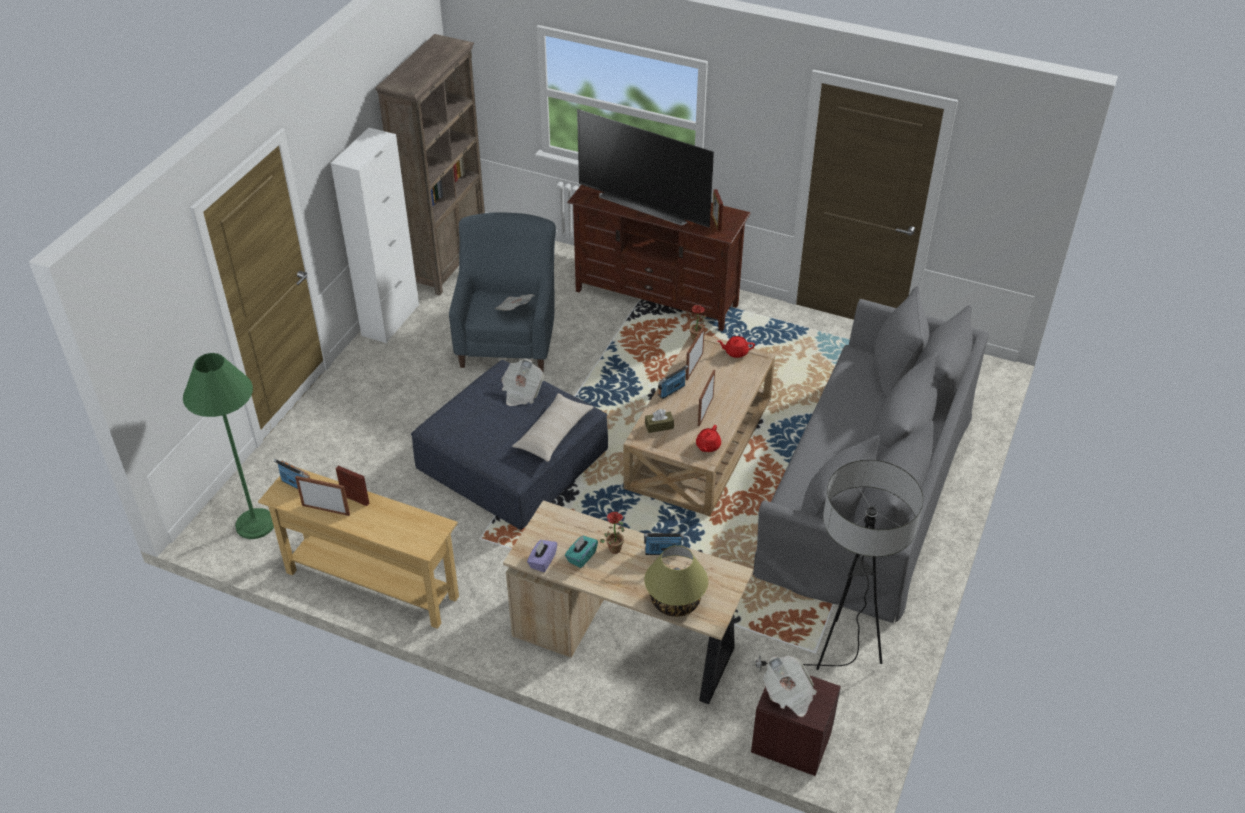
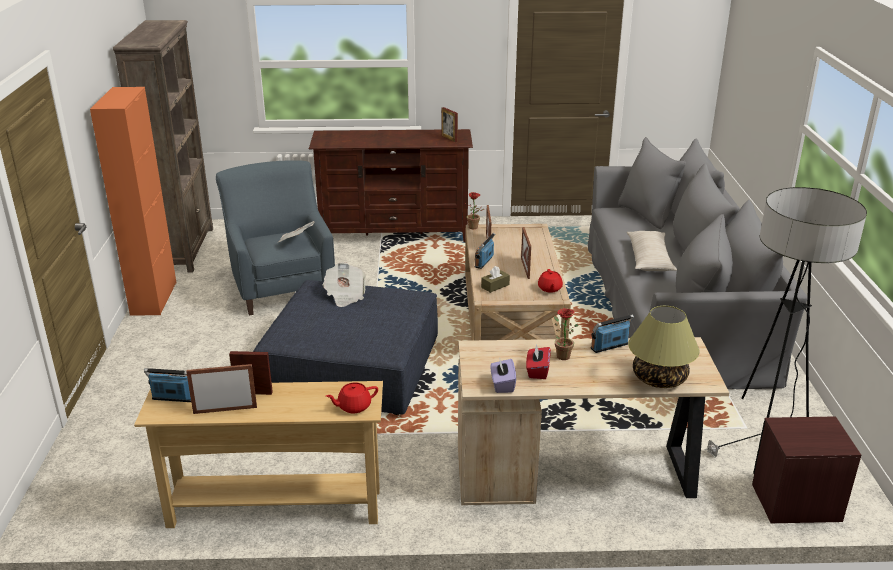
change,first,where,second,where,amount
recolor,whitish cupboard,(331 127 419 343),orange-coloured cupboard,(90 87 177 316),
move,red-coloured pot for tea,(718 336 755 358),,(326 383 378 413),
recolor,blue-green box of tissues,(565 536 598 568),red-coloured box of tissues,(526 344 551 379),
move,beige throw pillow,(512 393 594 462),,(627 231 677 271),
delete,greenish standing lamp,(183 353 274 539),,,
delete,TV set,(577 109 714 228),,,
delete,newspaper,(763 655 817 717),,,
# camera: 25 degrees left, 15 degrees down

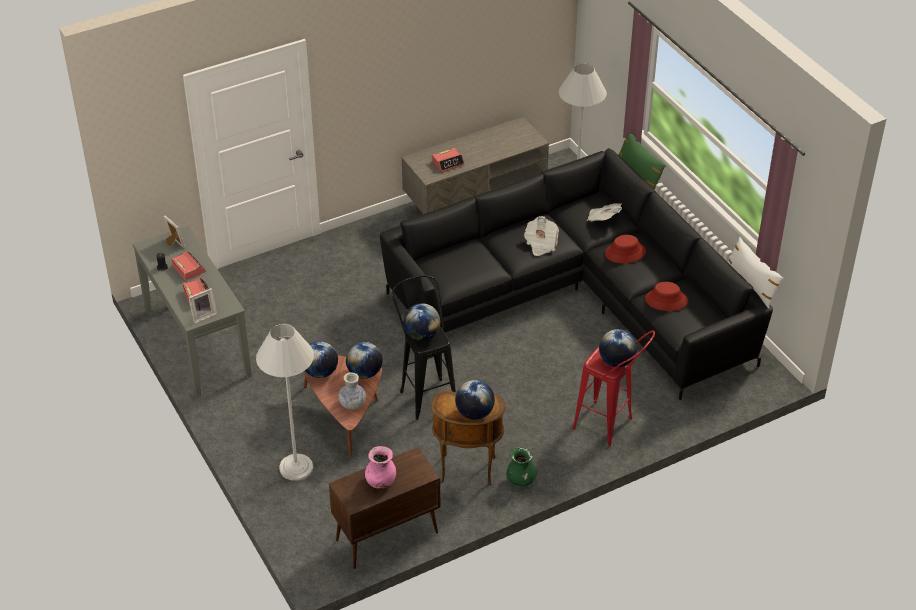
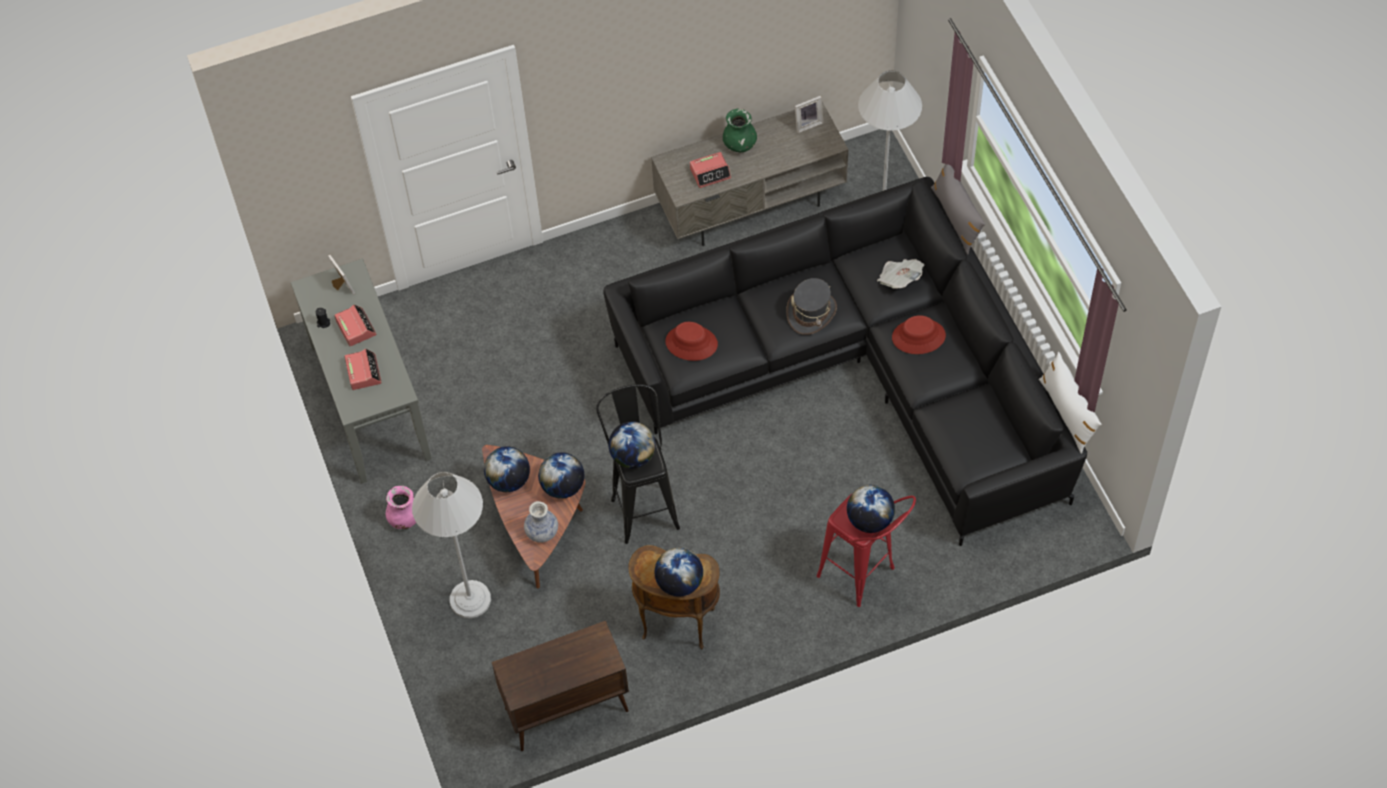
change,first,where,second,where,amount
move,pink-coloured vase,(365 446 396 488),,(386 486 416 529),
move,red-coloured clothing hat,(645 282 688 311),,(665 322 718 361),
move,greenish vase,(507 447 537 486),,(723 109 757 152),
replace,newspaper,(524 216 559 256),greyish clothing hat,(786 278 837 335),
move,picture frame,(188 288 217 323),,(795 96 823 133),
recolor,greenish throw pillow,(618 134 666 190),greyish throw pillow,(931 164 985 255),
# camera: 10 degrees right, 15 degrees up

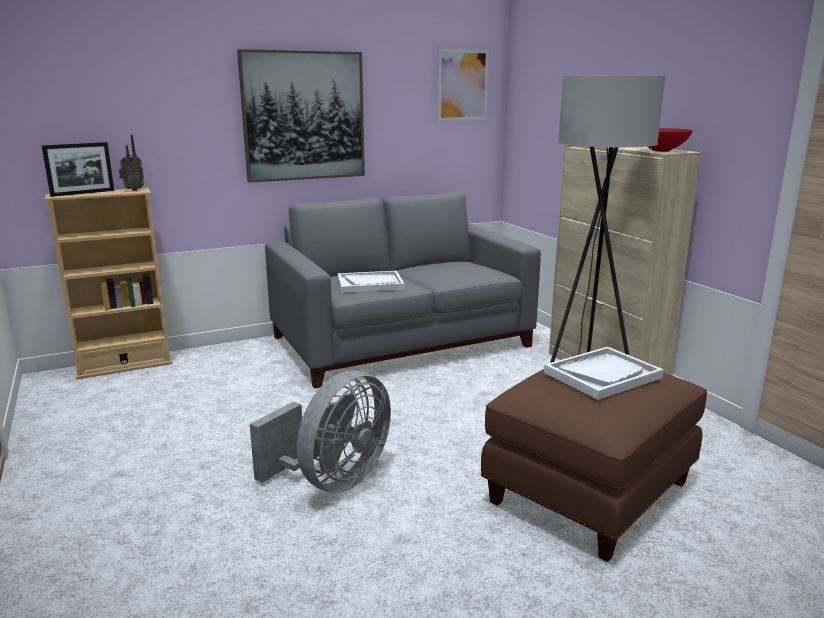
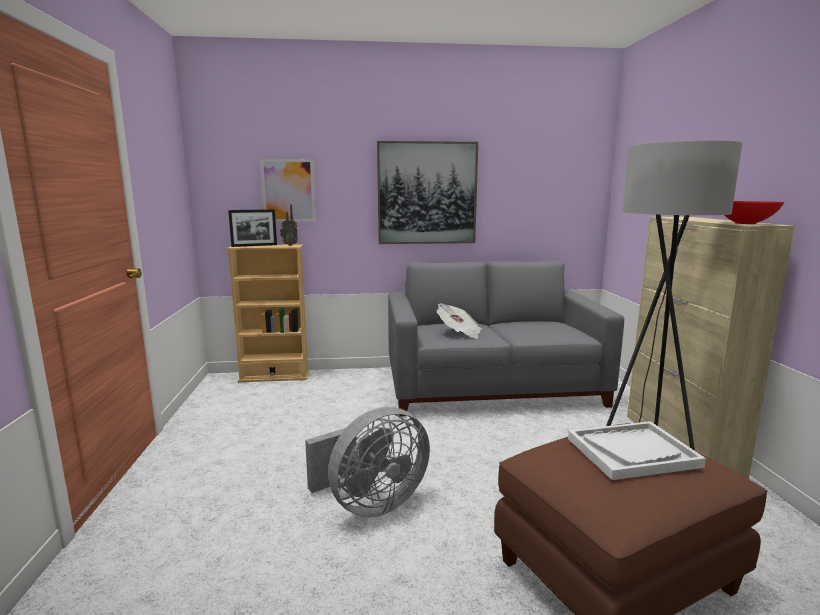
change,first,where,second,where,amount
move,wall picture,(437 49 489 121),,(260 159 316 222),
replace,whitish carrying tray,(338 271 405 293),newspaper,(437 304 482 339),
# camera: 20 degrees right, 5 degrees down

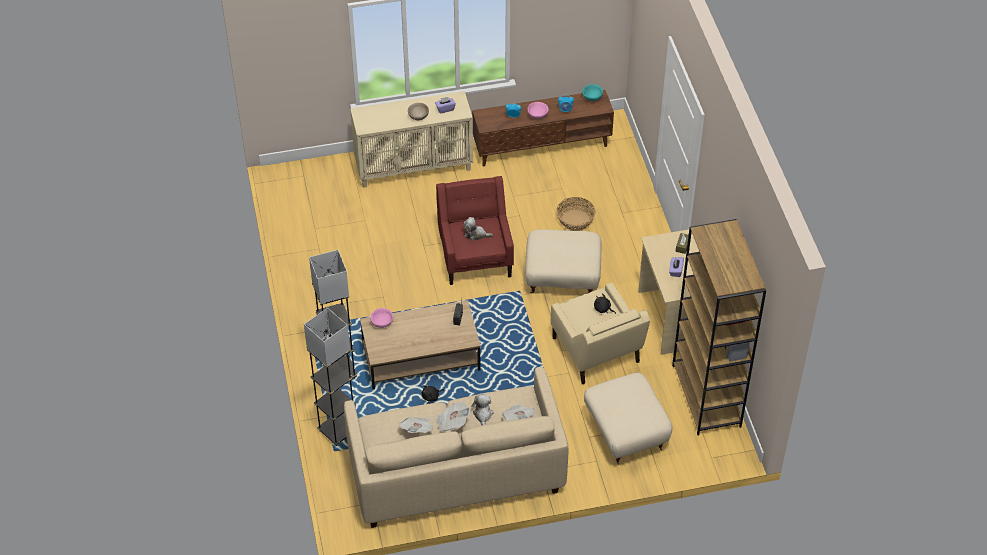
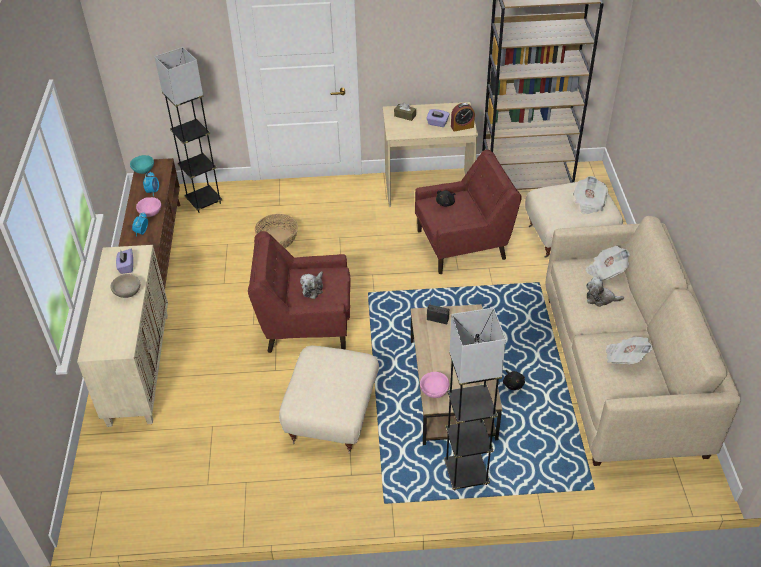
change,first,where,second,where,amount
move,greyish standing lamp,(304 308 356 446),,(154 47 222 213),
move,beige pouffe,(525 230 601 293),,(279 346 379 454),
recolor,beige easy chair,(550 283 650 384),red-coloured easy chair,(415 150 522 274),
insert,,,table clock,(451 103 475 132),
move,newspaper,(435 402 470 432),,(573 176 608 214),
# camera: 80 degrees left, 5 degrees down

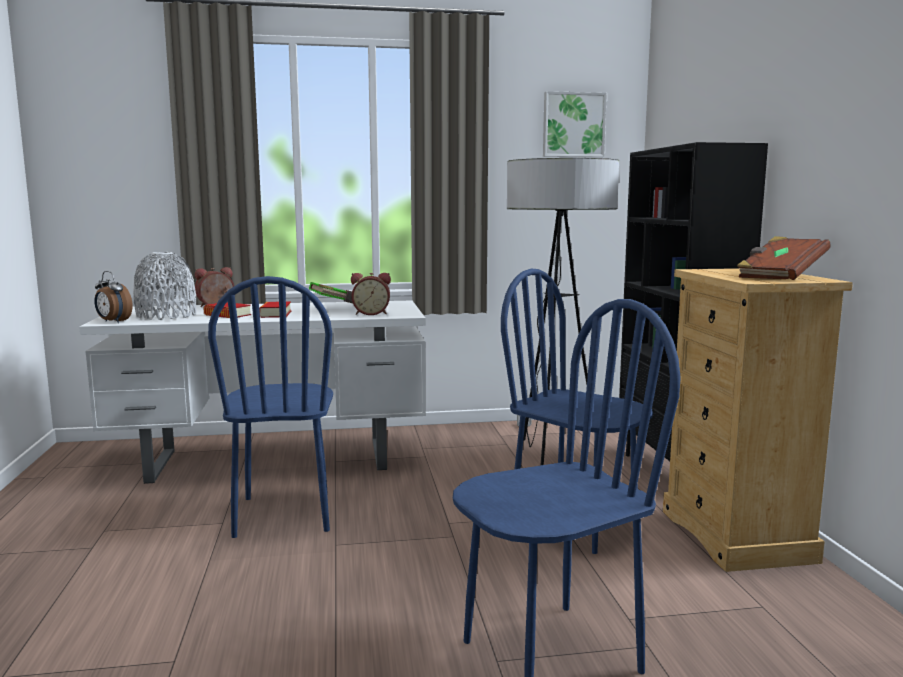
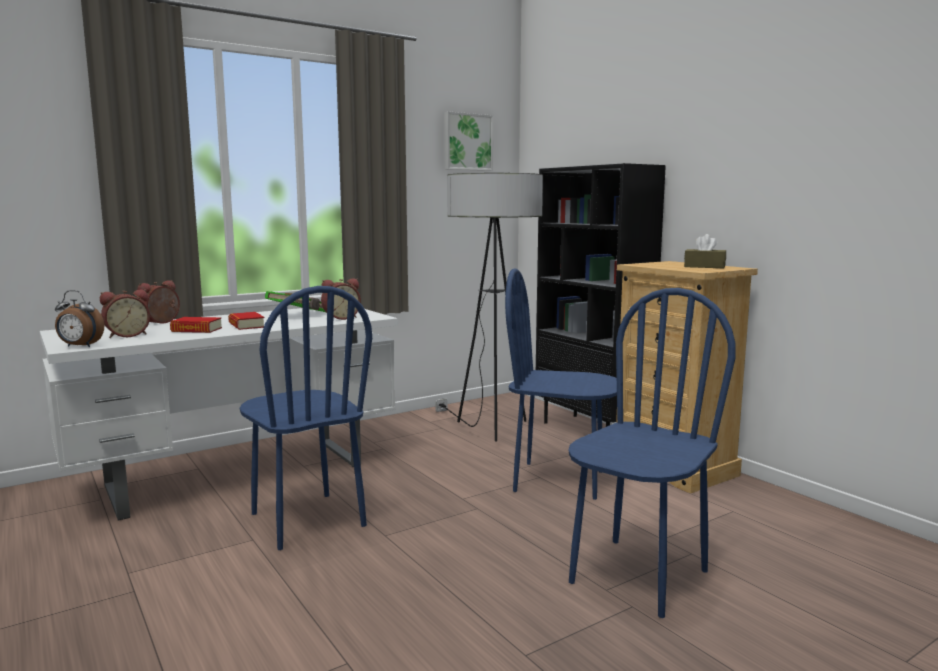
change,first,where,second,where,amount
replace,greyish vase,(133 252 196 320),table clock,(100 289 150 338),
replace,brownish book,(737 236 831 280),brownish box of tissues,(684 234 726 268),
# camera: 25 degrees left, 0 degrees up

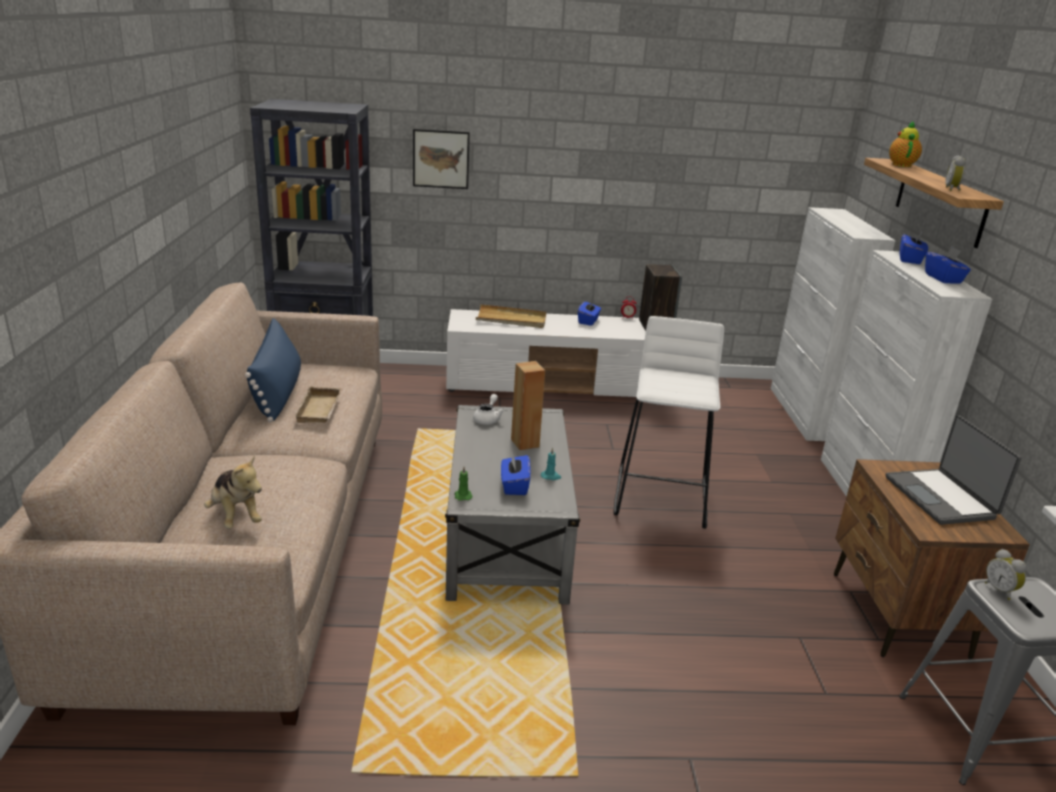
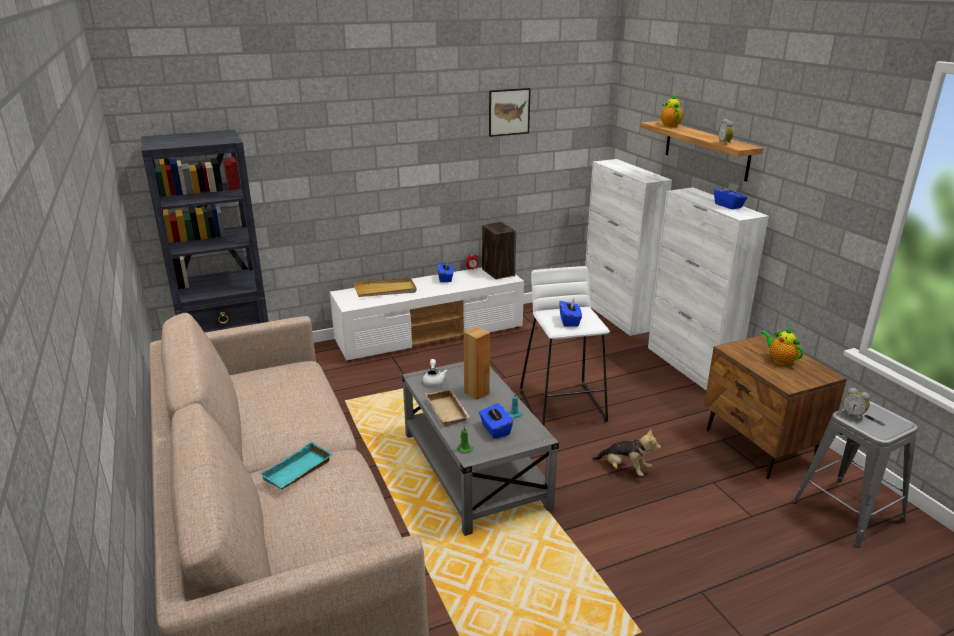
change,first,where,second,where,amount
insert,,,blue-green carrying tray,(259 441 333 490),
move,beige carrying tray,(294 386 342 423),,(425 389 470 427),
move,wall picture,(413 129 470 189),,(489 88 531 137),
move,bluish box of tissues,(900 231 928 264),,(559 299 582 327),
move,plush toy,(204 455 262 529),,(592 428 661 476),
replace,laptop,(886 415 1021 525),pot for tea,(761 327 803 366),
delete,bluish throw pillow,(245 318 301 422),,,
# camera: 20 degrees left, 0 degrees up

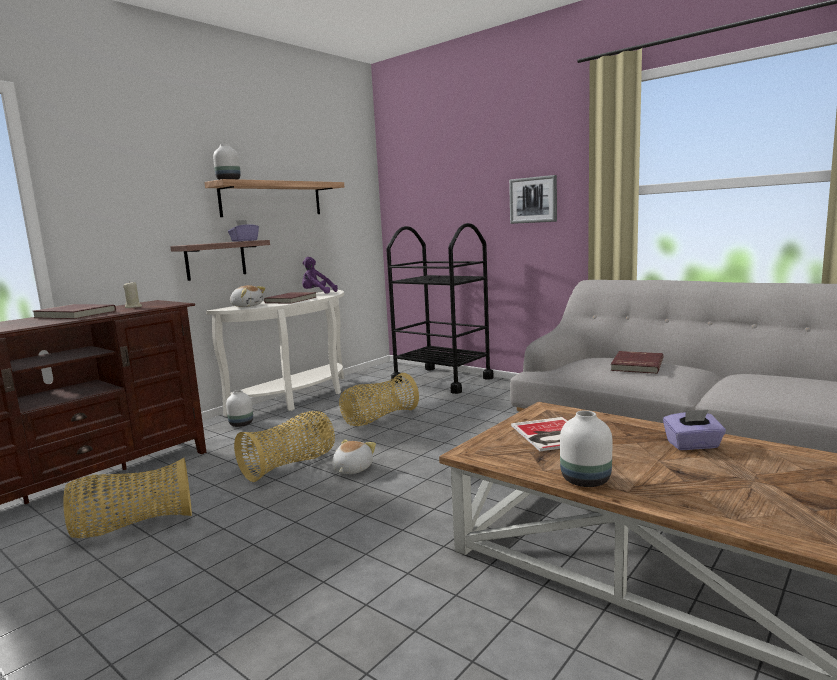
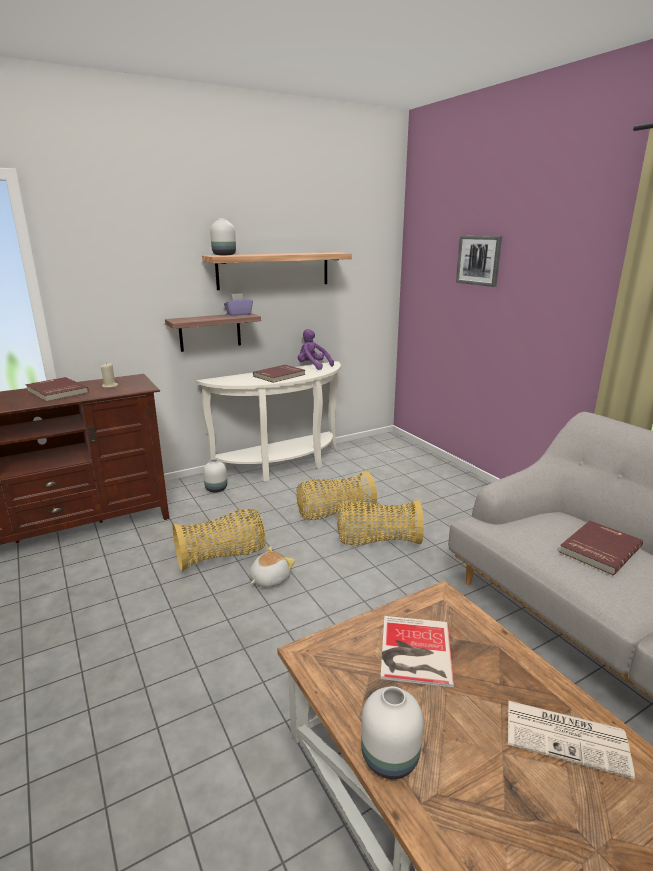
change,first,where,second,where,amount
move,basket,(63 458 192 538),,(337 500 424 545),
move,wall picture,(509 175 557 224),,(456 236 502 287),
replace,purple-coloured box of tissues,(663 410 726 450),newspaper,(508 700 635 779),
delete,plush toy,(230 285 266 307),,,
delete,blackish cart,(386 223 494 394),,,
# camera: 20 degrees right, 10 degrees up

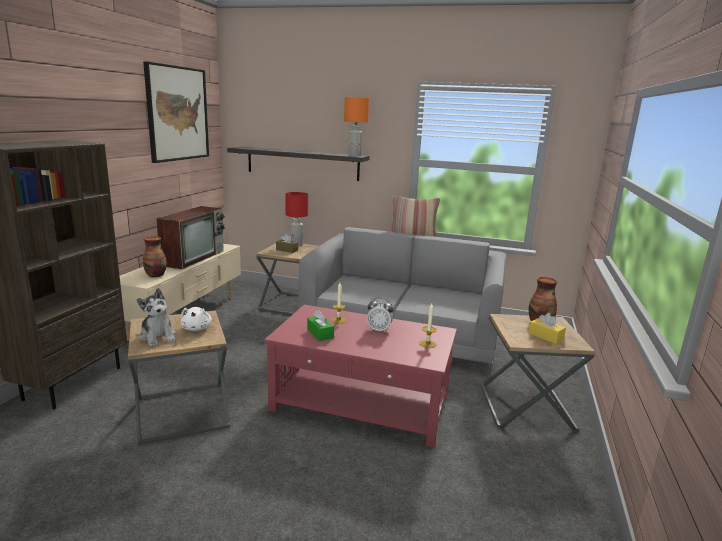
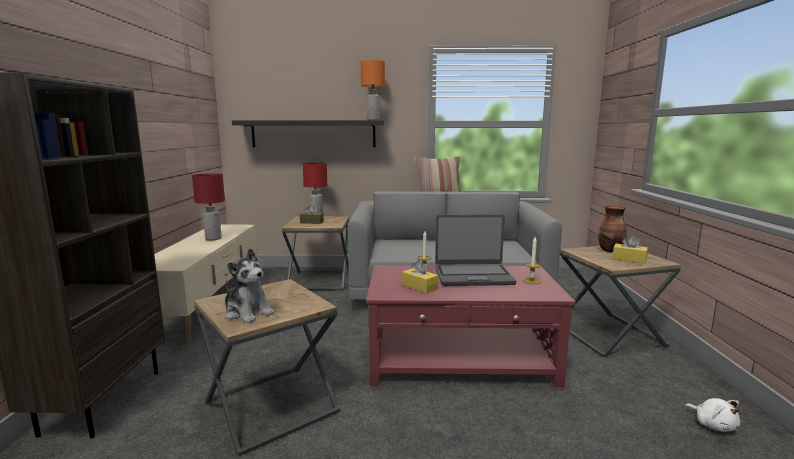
change,first,where,second,where,amount
replace,TV set,(156 206 225 269),red-coloured lamp for a table,(192 173 225 240),
recolor,greenish box of tissues,(307 310 334 341),yellowish box of tissues,(402 260 438 293),
replace,table clock,(367 297 394 333),laptop,(435 215 516 286),
move,whitish plush toy,(181 307 212 331),,(685 398 740 432),
delete,wall picture,(143 61 209 163),,,
delete,vase,(143 236 167 277),,,
# camera: 15 degrees left, 5 degrees down

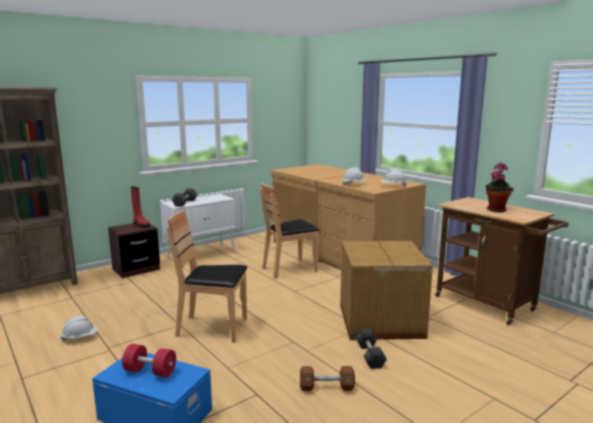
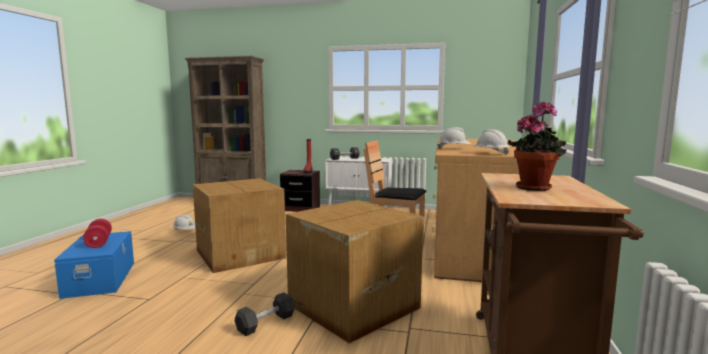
change,first,where,second,where,amount
replace,brownish upright chair,(166 210 247 343),packing box,(193 178 286 273),
delete,brownish dumbbell,(300 366 355 391),,,
# camera: 50 degrees right, 5 degrees down

